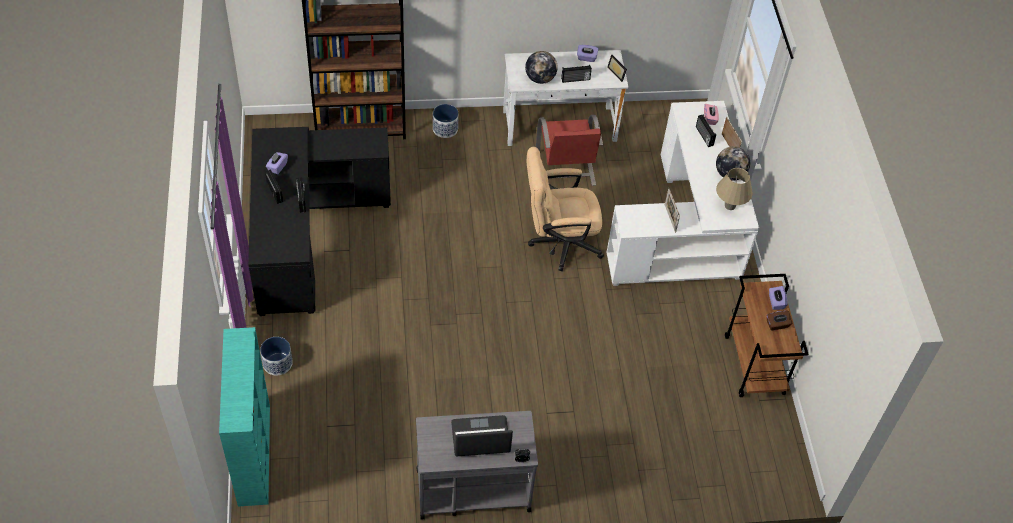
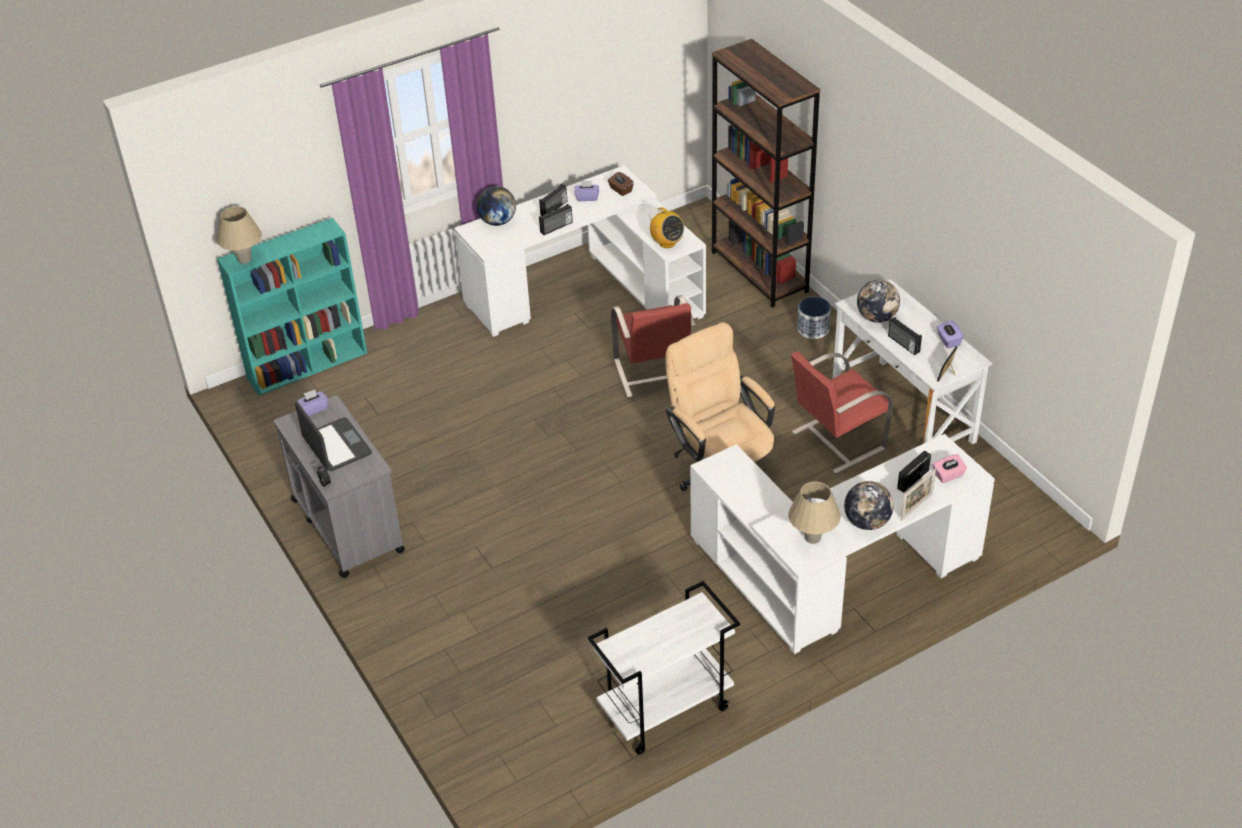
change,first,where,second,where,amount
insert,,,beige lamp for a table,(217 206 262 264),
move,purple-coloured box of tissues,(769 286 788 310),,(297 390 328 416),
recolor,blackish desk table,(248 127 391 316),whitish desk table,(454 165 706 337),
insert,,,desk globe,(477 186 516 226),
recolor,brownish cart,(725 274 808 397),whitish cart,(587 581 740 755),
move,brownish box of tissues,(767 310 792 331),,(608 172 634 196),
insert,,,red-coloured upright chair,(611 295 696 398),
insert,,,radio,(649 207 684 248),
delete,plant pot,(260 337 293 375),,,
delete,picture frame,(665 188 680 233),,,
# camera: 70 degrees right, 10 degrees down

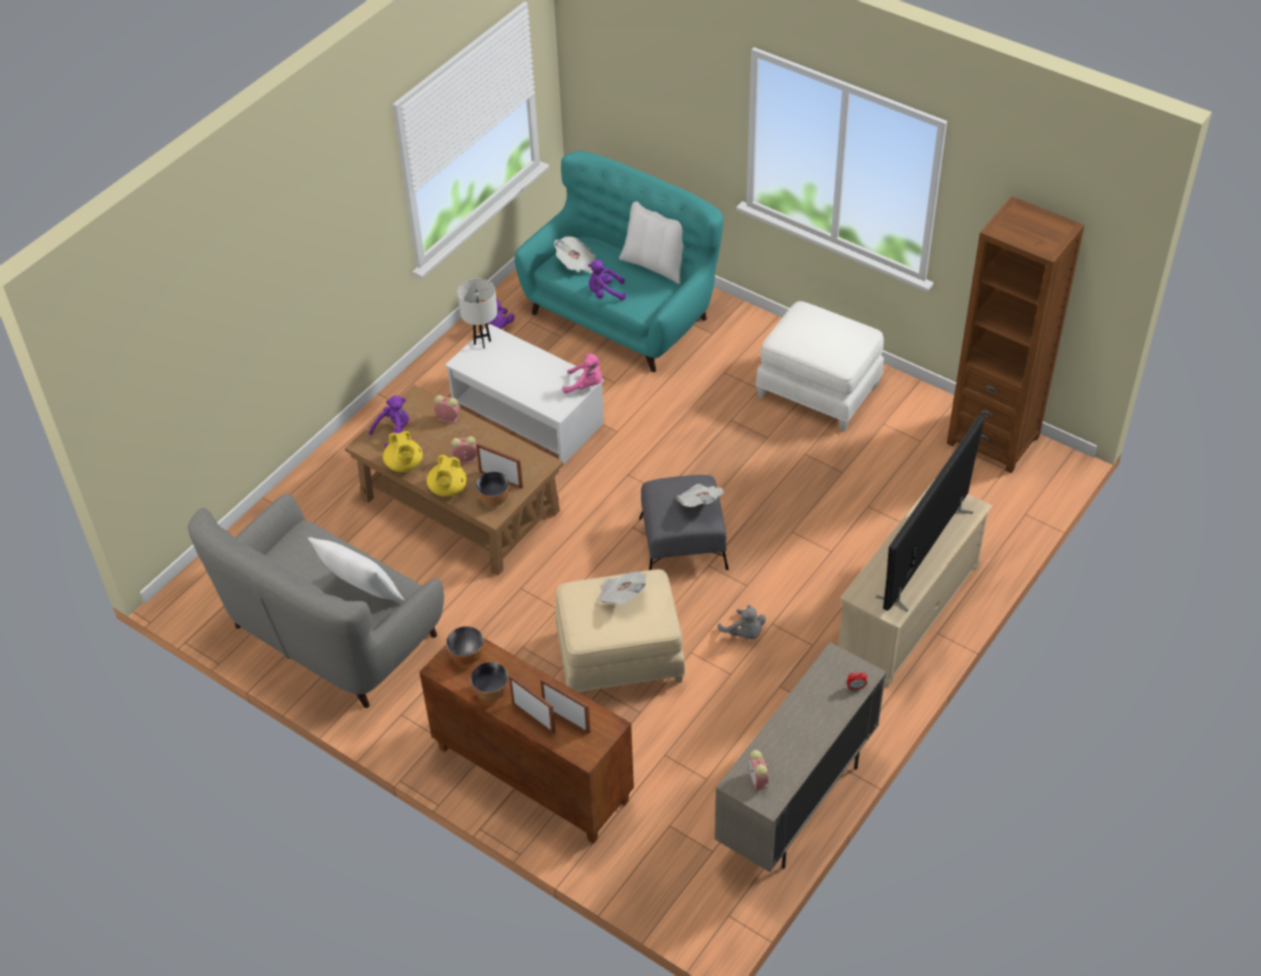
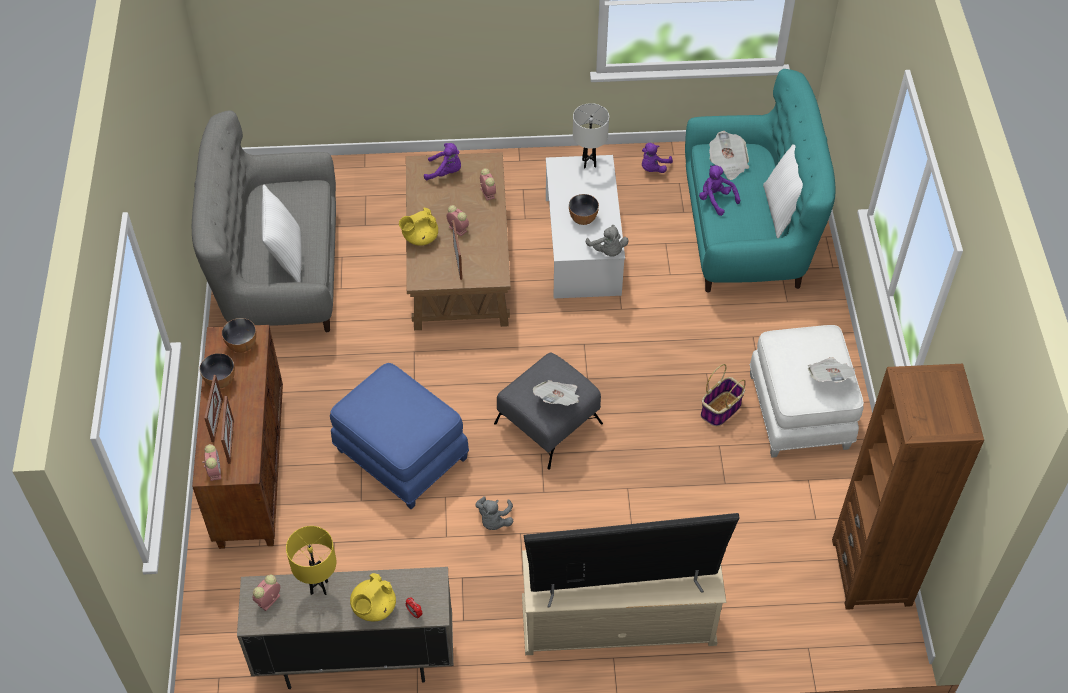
change,first,where,second,where,amount
insert,,,table clock,(202 444 221 481),
insert,,,yellowish lamp for a table,(286 526 336 595),
recolor,beige pouffe,(555 569 685 693),bluish pouffe,(330 363 469 509),
move,yellowish pot for tea,(383 431 423 472),,(350 573 396 621),
move,bowl,(476 472 510 506),,(569 194 599 225),
recolor,pink-coloured plush toy,(563 354 602 394),greyish plush toy,(586 225 629 257),
insert,,,basket,(701 364 746 426),
move,newspaper,(597 571 647 605),,(808 357 855 383),
# camera: 50 degrees right, 5 degrees up

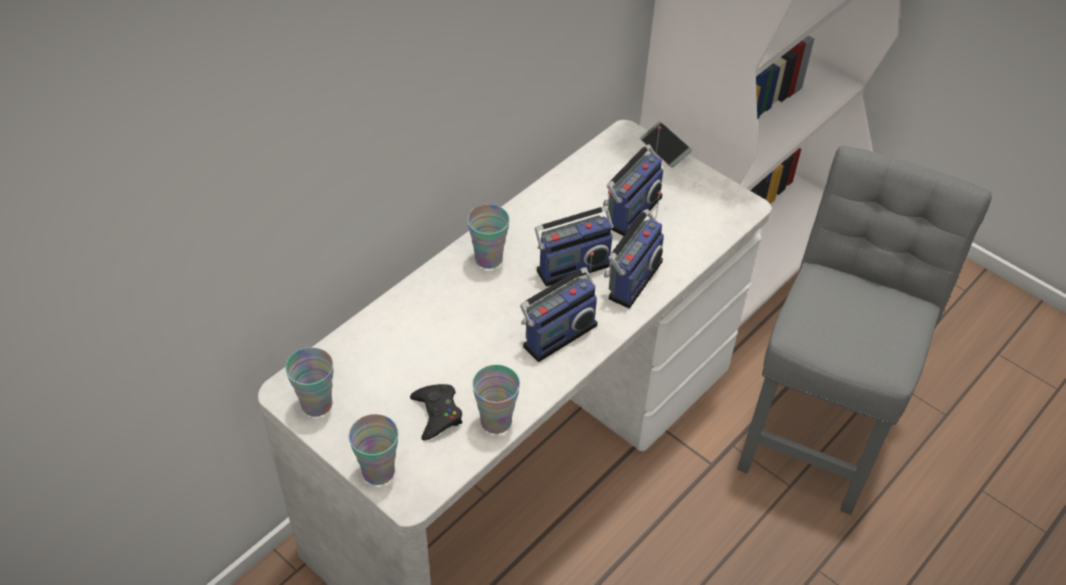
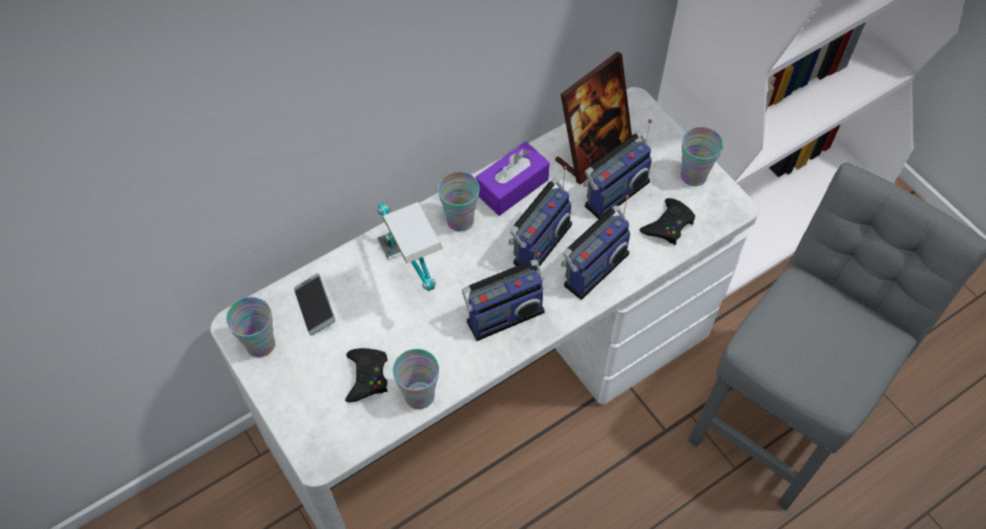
change,first,where,second,where,amount
move,phone,(640 121 692 168),,(294 273 335 336),
insert,,,lamp for a table,(377 202 442 291),
insert,,,purple-coloured box of tissues,(475 142 550 216),
rotate,radio,(535 190 614 287),,(508 166 572 270),45 degrees counterclockwise
insert,,,picture frame,(555 52 632 185),
insert,,,blackish game controller,(640 198 695 245),
move,drinking cup,(349 414 398 485),,(680 127 723 186),
# camera: 15 degrees right, 10 degrees up

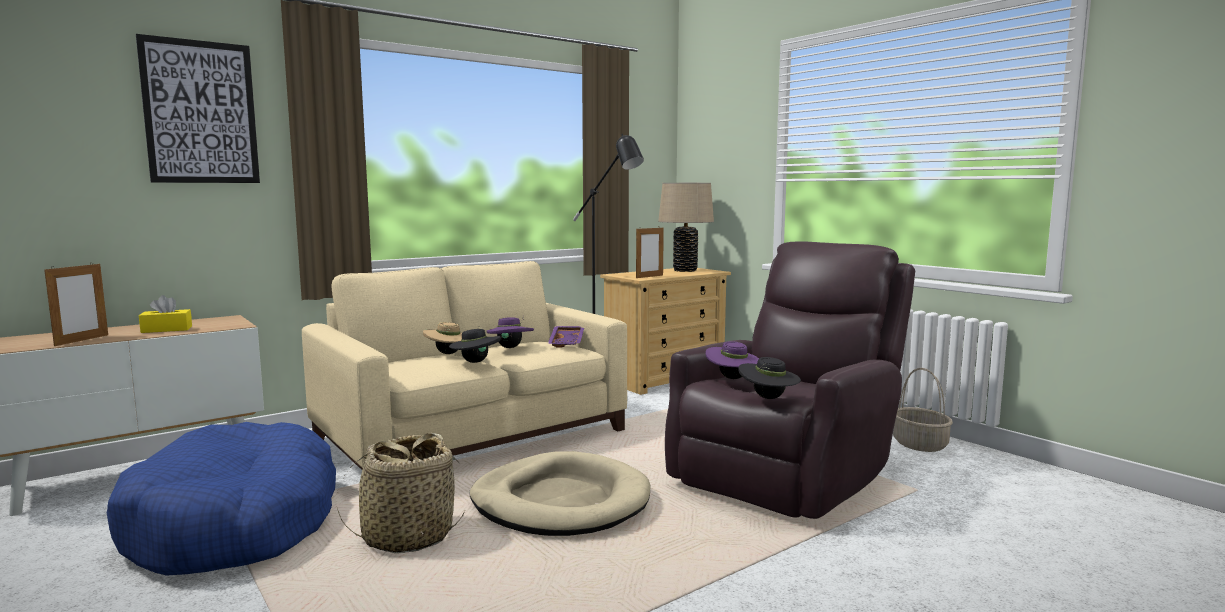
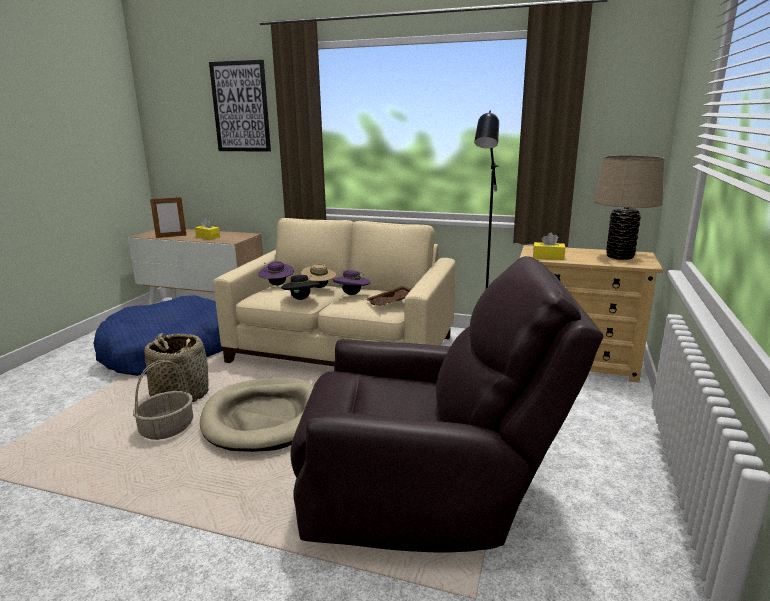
change,first,where,second,where,amount
move,basket,(893 368 953 452),,(133 360 193 440),
move,purple-coloured clothing hat,(705 341 759 379),,(258 261 294 286),
recolor,purple-coloured carrying tray,(548 326 584 348),brownish carrying tray,(366 286 411 306),
replace,picture frame,(636 228 664 278),yellowish box of tissues,(533 232 565 260),
delete,blackish clothing hat,(738 357 801 399),,,
# camera: 55 degrees right, 10 degrees up

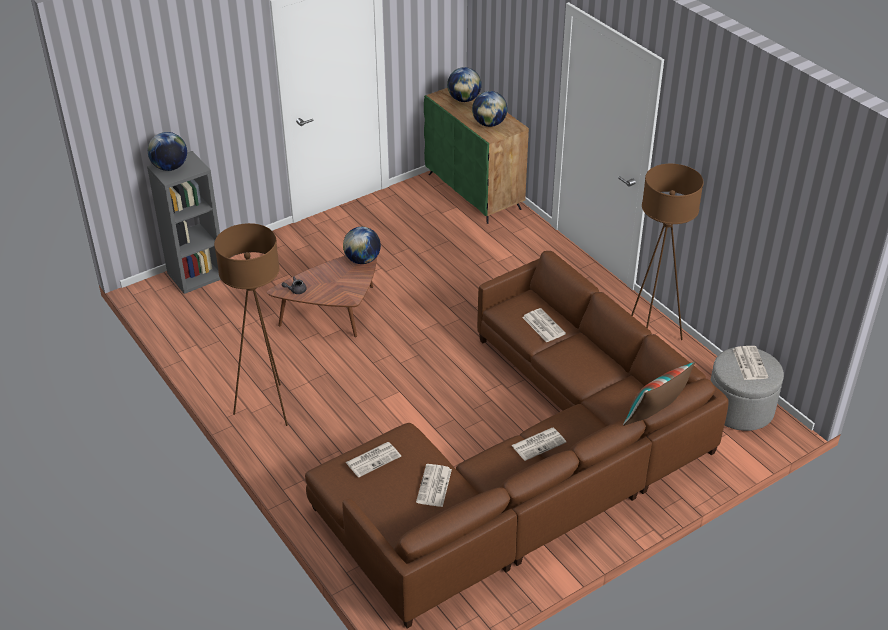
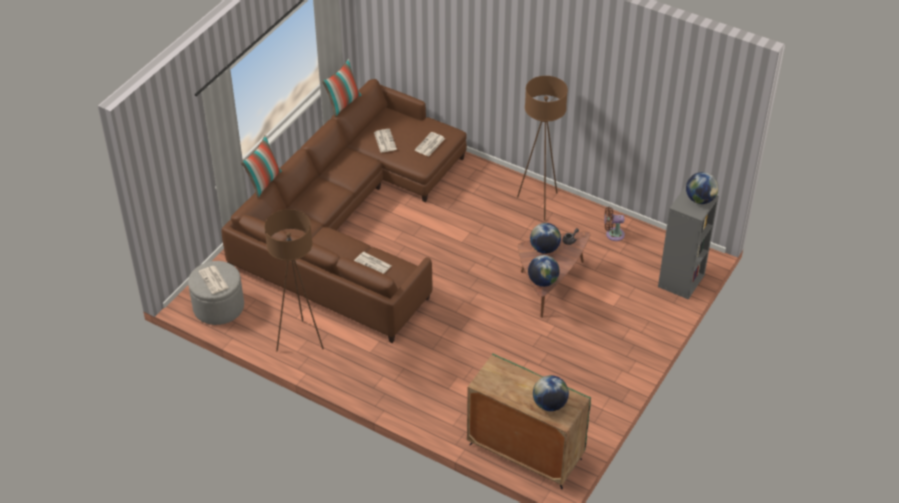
change,first,where,second,where,amount
insert,,,throw pillow,(322 59 361 117),
move,desk globe,(472 91 507 127),,(530 223 561 254),
insert,,,brownish cooling fan,(604 207 625 241),
delete,newspaper,(511 428 566 461),,,
# camera: 155 degrees right, 5 degrees up

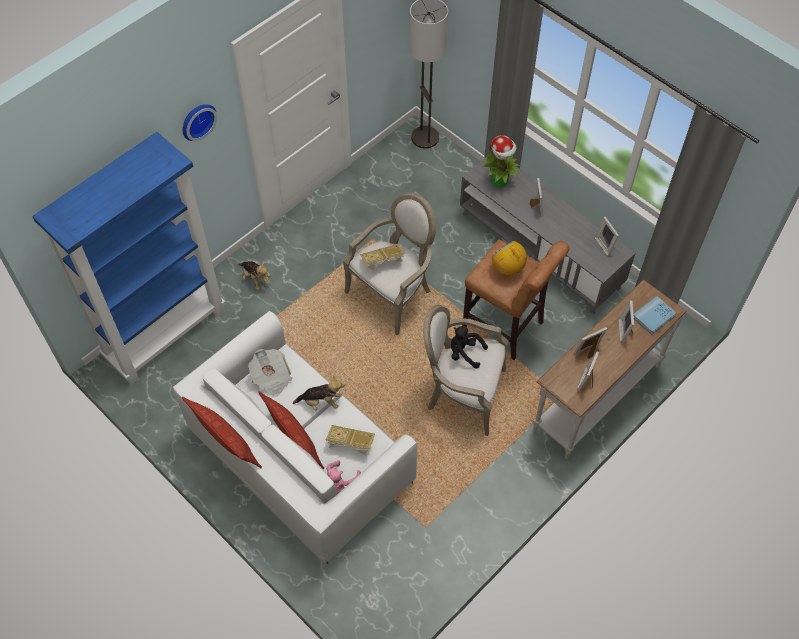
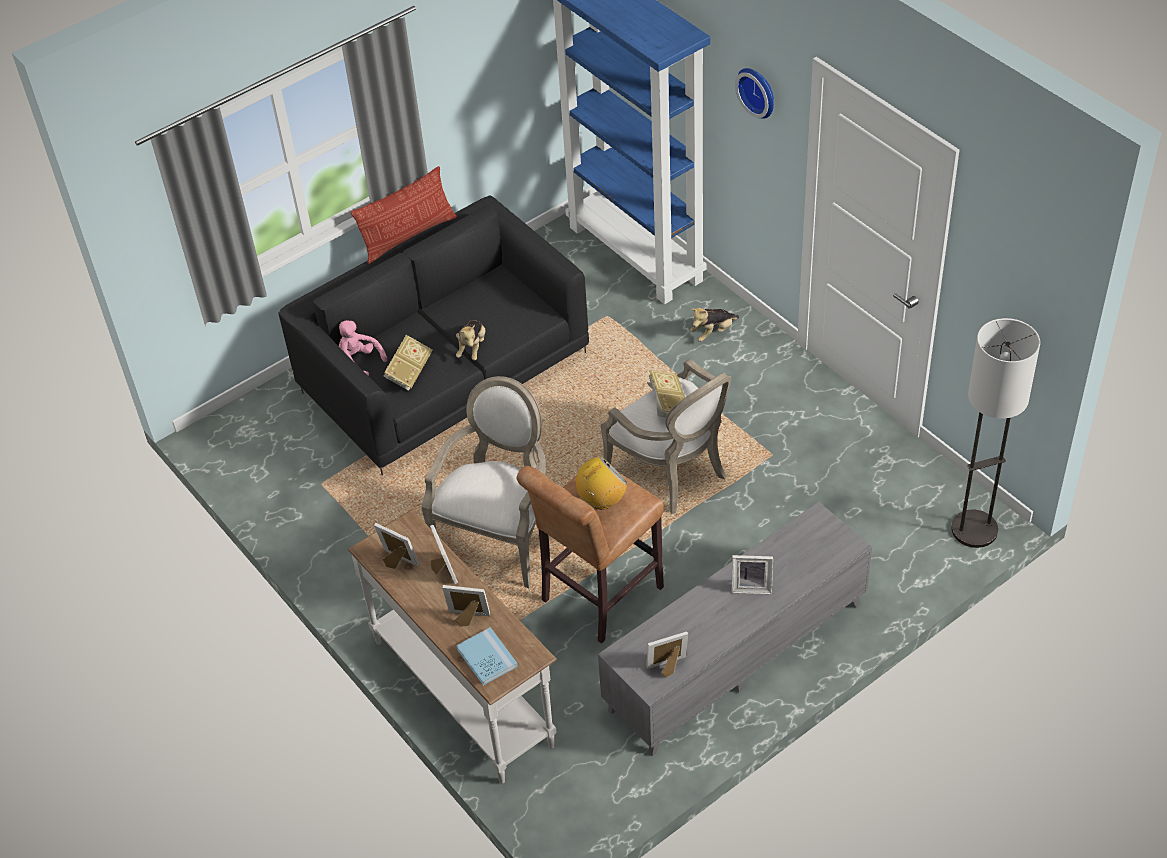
change,first,where,second,where,amount
recolor,whitish sofa,(173 311 417 564),blackish sofa,(278 195 589 475),
delete,newspaper,(248 349 293 397),,,
delete,throw pillow,(258 391 324 469),,,
delete,blackish plush toy,(451 326 488 369),,,
delete,plant in a pot,(483 135 521 188),,,
# camera: 100 degrees right, 10 degrees down

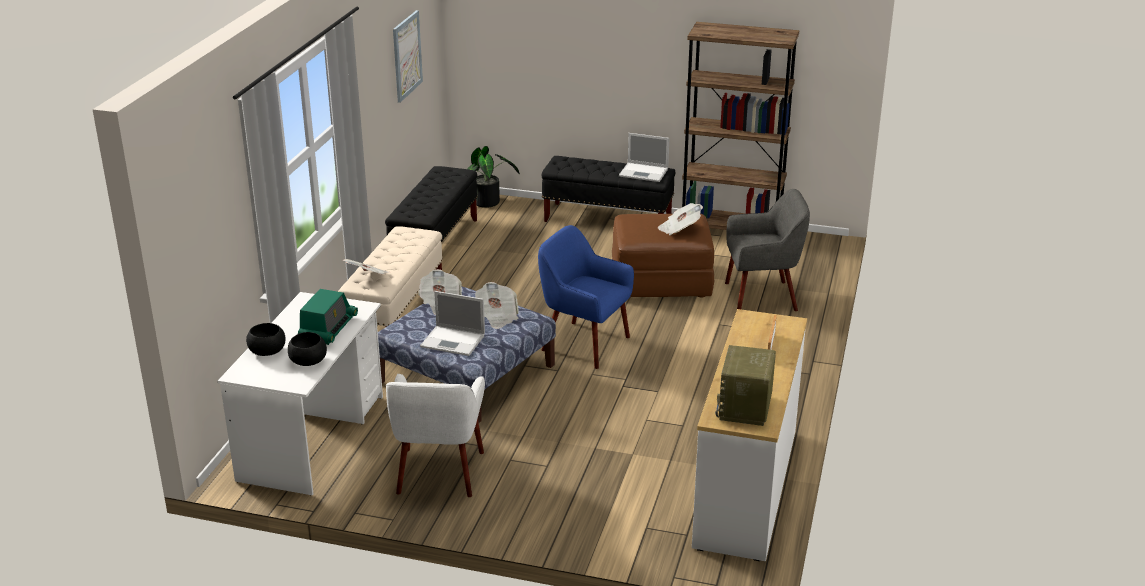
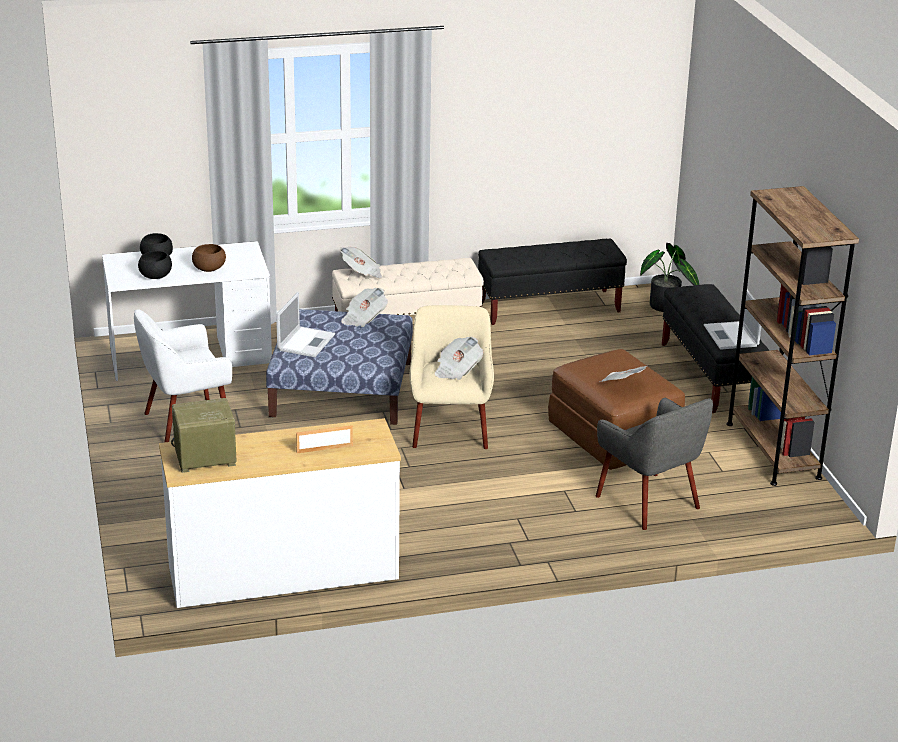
change,first,where,second,where,amount
replace,radio,(298 289 358 345),brownish bowl,(192 244 226 272),
rotate,laptop,(420 291 485 356),,(276 292 335 357),150 degrees counterclockwise
recolor,bluish easy chair,(538 225 634 369),beige easy chair,(409 305 494 449),
move,newspaper,(475 282 519 329),,(434 337 483 380),
delete,wall picture,(393 10 423 103),,,
# camera: 60 degrees right, 0 degrees up

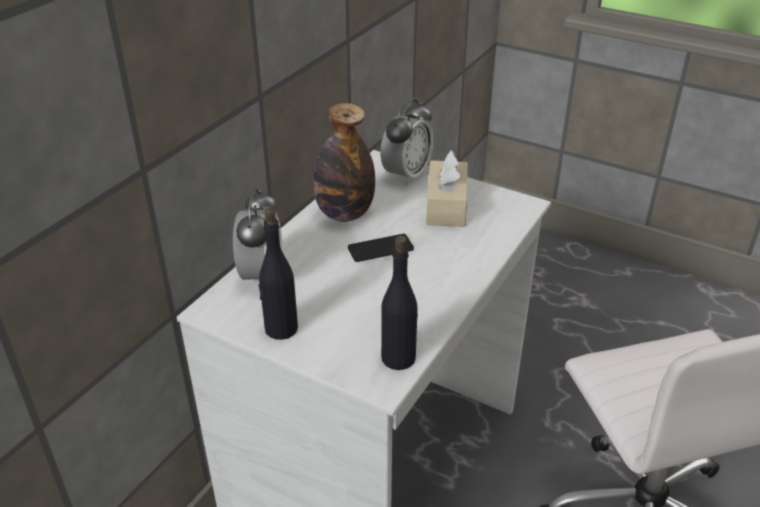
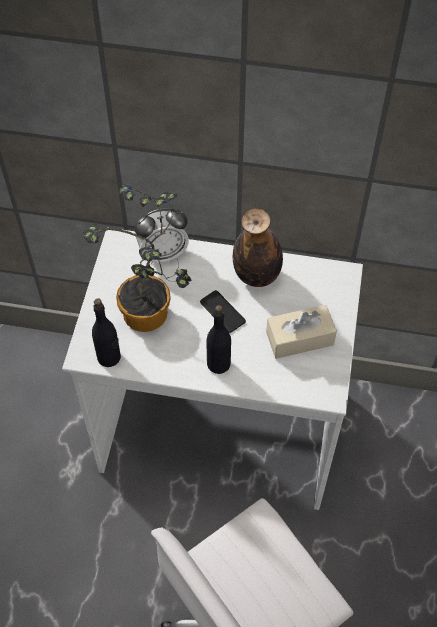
change,first,where,second,where,amount
insert,,,plant in a pot,(83 184 191 332),
move,blackish bottle,(258 209 298 340),,(206 305 231 374),
delete,table clock,(381 98 433 185),,,
# camera: 70 degrees right, 20 degrees up

